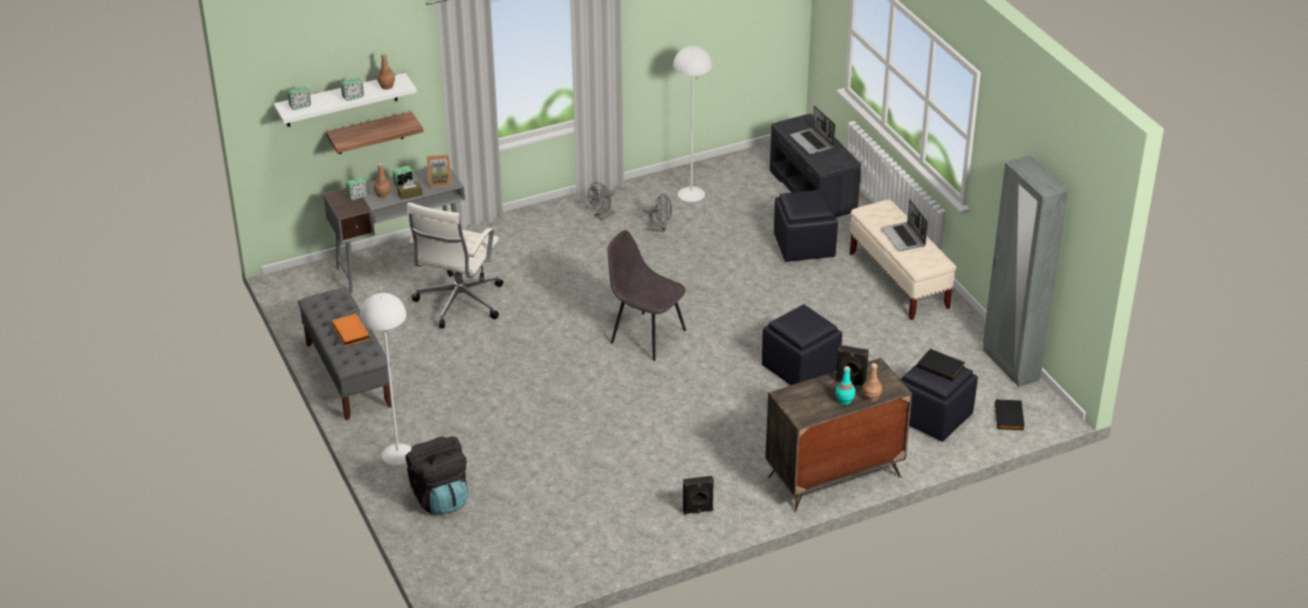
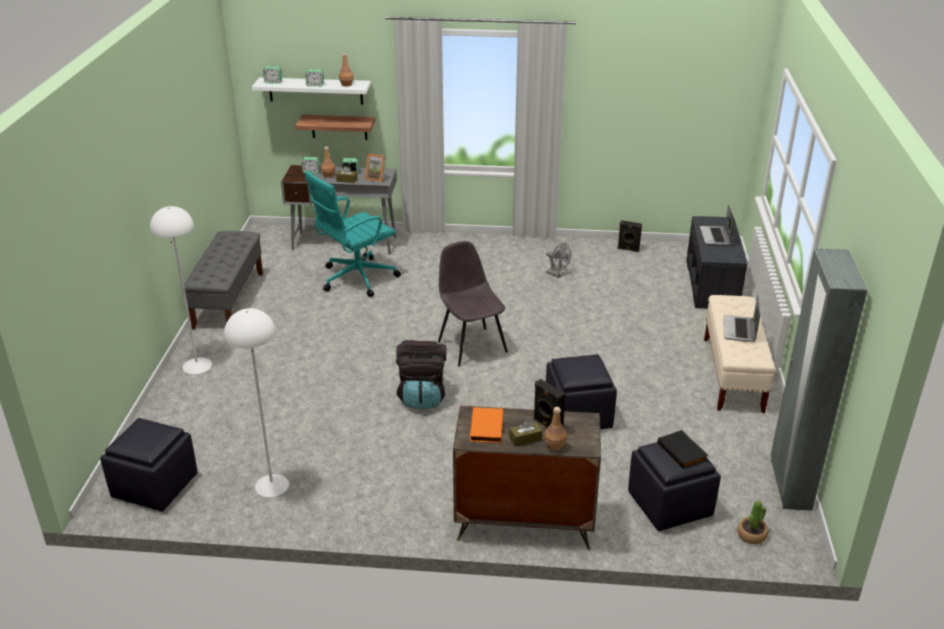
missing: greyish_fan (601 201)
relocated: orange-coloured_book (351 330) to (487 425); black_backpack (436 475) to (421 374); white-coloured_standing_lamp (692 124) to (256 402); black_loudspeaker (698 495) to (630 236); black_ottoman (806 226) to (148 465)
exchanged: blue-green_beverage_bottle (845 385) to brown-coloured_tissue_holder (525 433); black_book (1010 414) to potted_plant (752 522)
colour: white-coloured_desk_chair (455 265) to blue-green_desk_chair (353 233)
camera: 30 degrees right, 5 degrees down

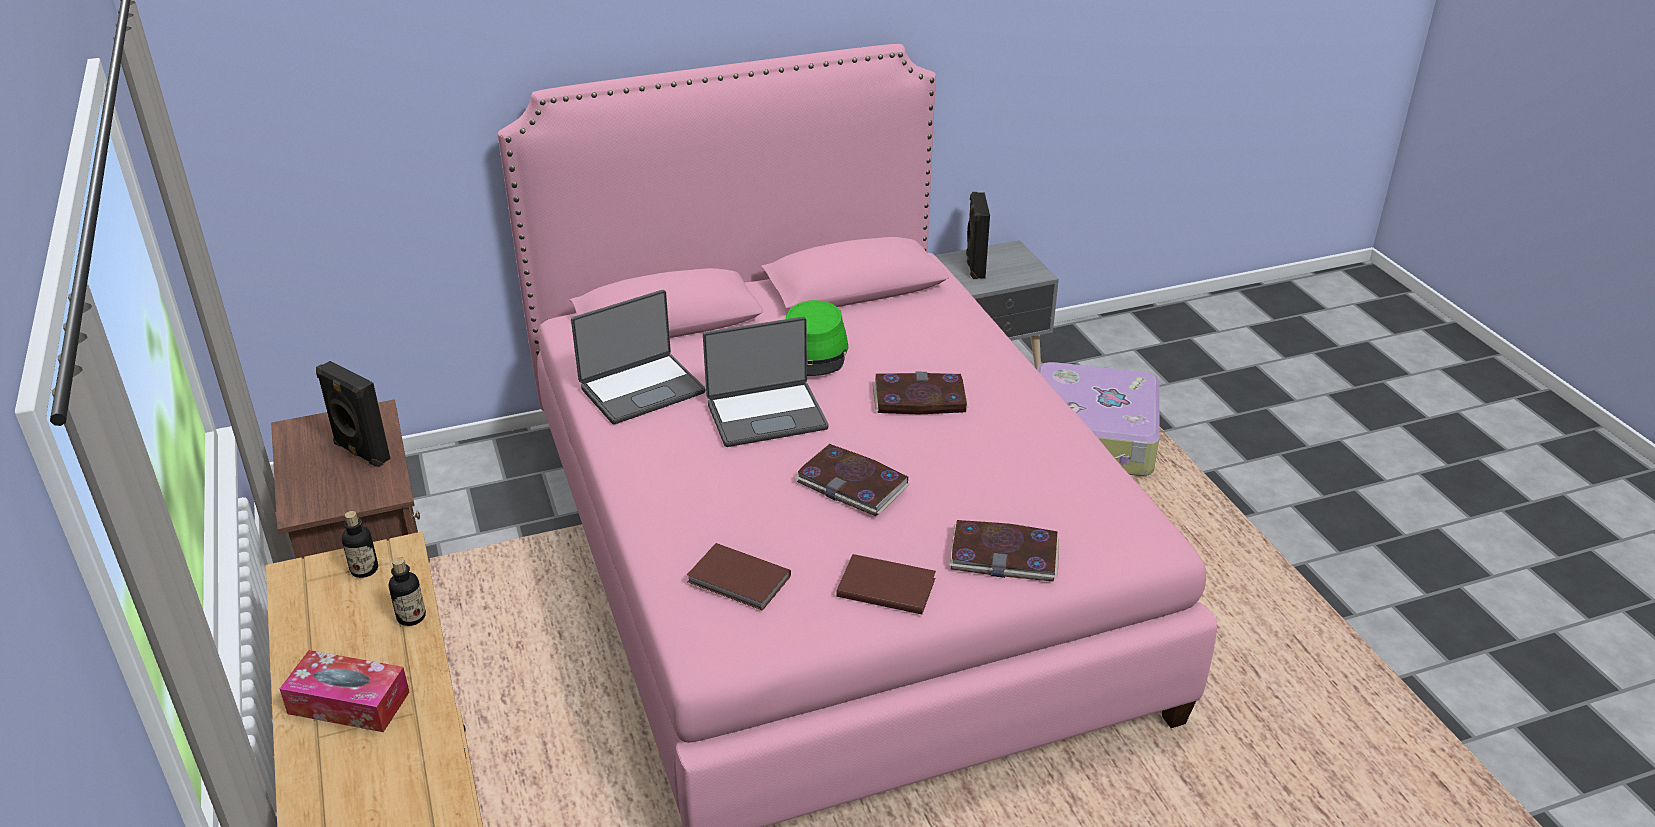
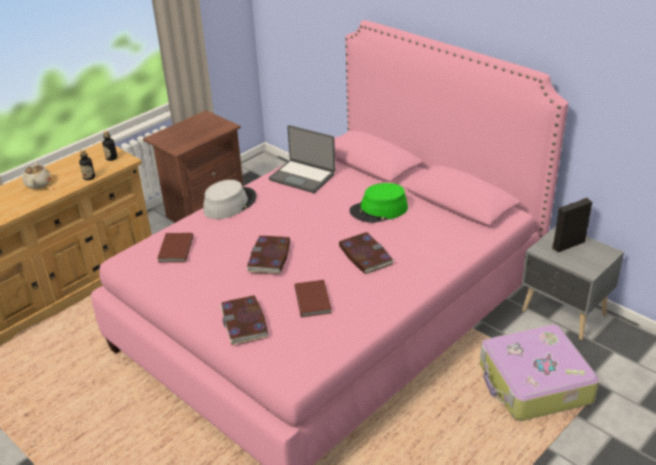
missing: black_loudspeaker (353 414); notebook_computer (766 382)
appeared: greyish_hat (229 199)
relocated: brown-coloured_book (886 584) to (313 298)
exchanged: tissue_holder (344 691) to beige-coloured_teapot (37 175)
camera: 65 degrees right, 0 degrees up

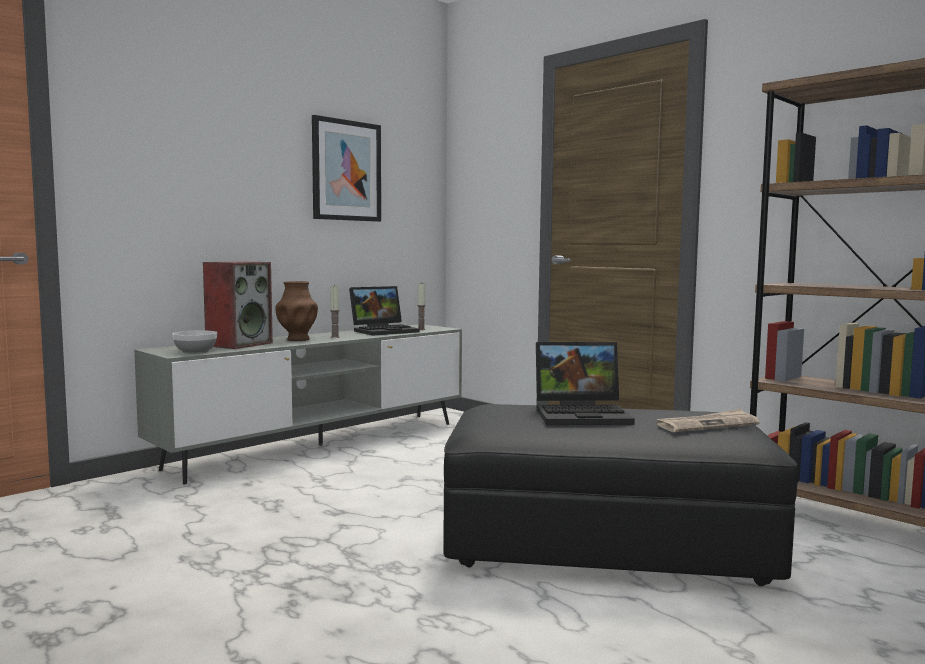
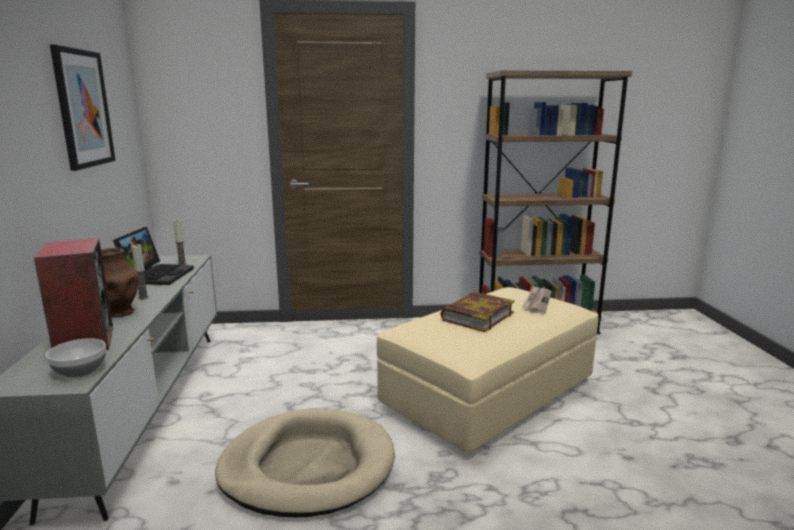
appeared: beige-coloured_pet_bed (305 463)
exchanged: notebook_computer (585 383) to book (477 312)
colour: black_ottoman (620 495) to beige-coloured_ottoman (487 369)
camera: 50 degrees left, 10 degrees up

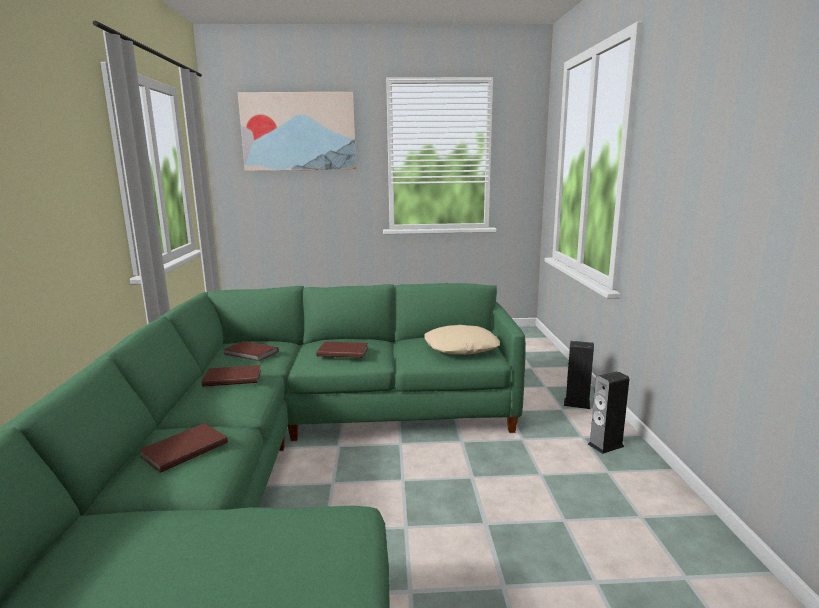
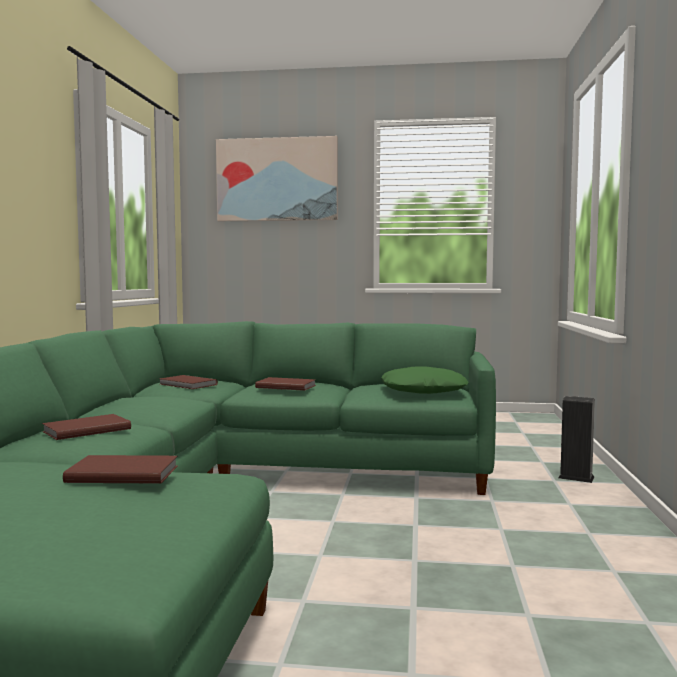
missing: loudspeaker (608 412)
relocated: brown-coloured_book (231 376) to (120 469)
colour: beige-coloured_throw_pillow (462 340) to green-coloured_throw_pillow (425 380)
camera: 10 degrees right, 10 degrees down

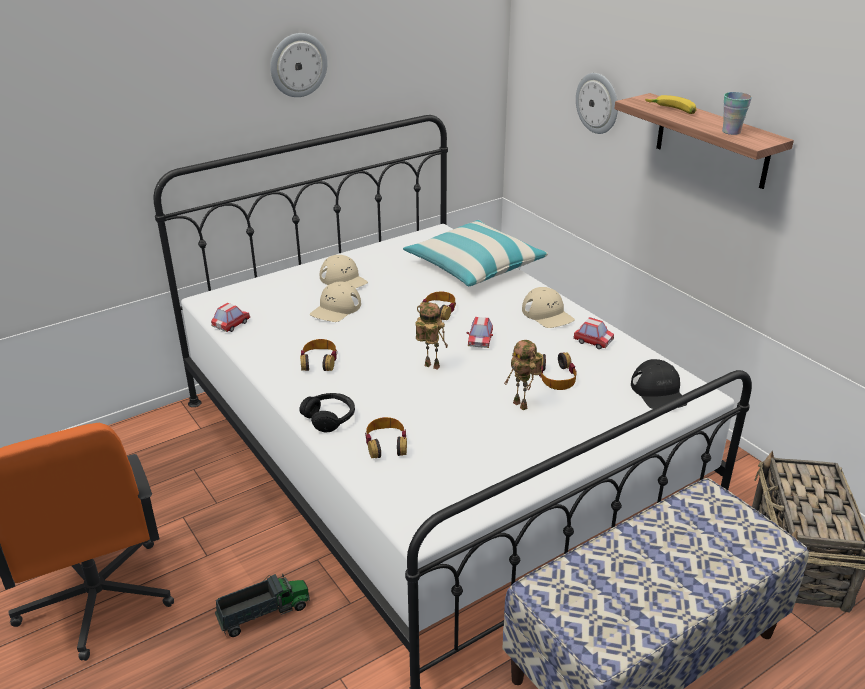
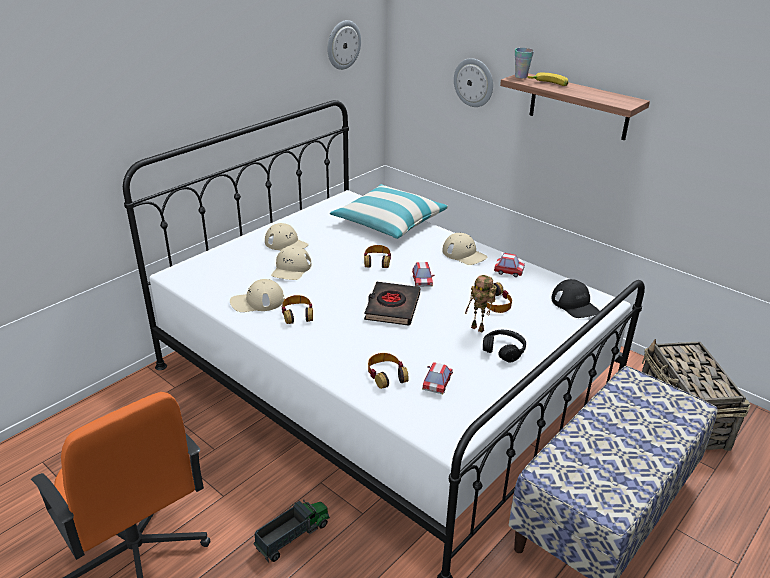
appeared: beige-coloured_cap (257 295)
relocated: miniature_car (230 317) to (437 378); hanging_clock (299 65) to (344 45); black_headset (327 412) to (504 346); small_cup (737 113) to (524 63)
exchanged: model_robot (431 336) to black_book (392 304)
camera: 15 degrees left, 0 degrees up

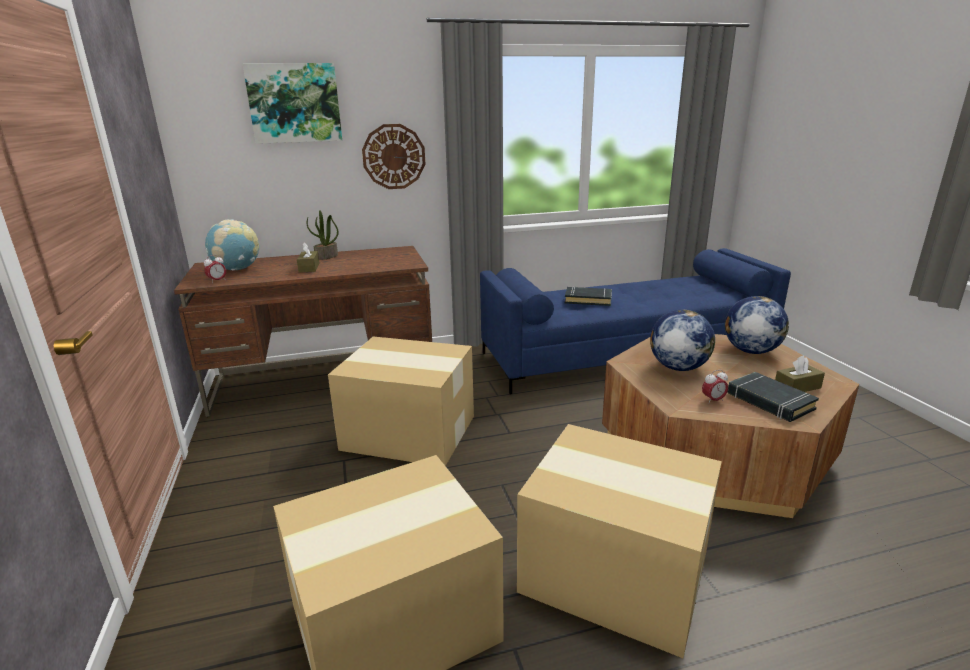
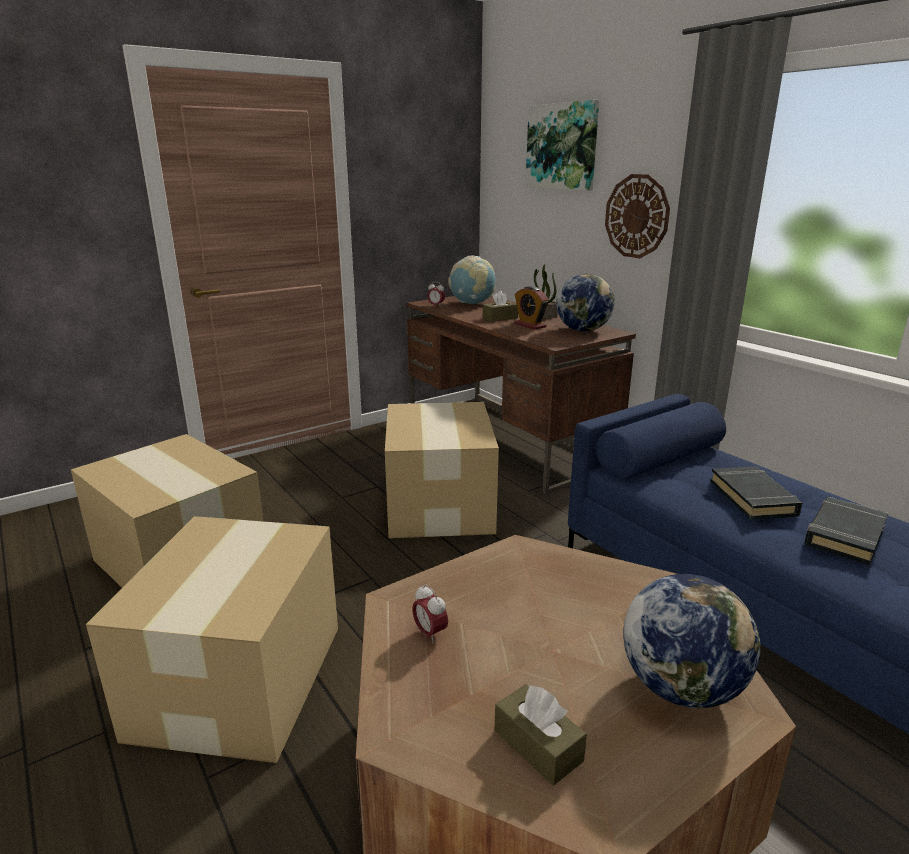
appeared: table_clock (531 307)
relocated: desk_globe (682 340) to (585 303); black_book (773 397) to (847 531)
camera: 70 degrees right, 0 degrees up

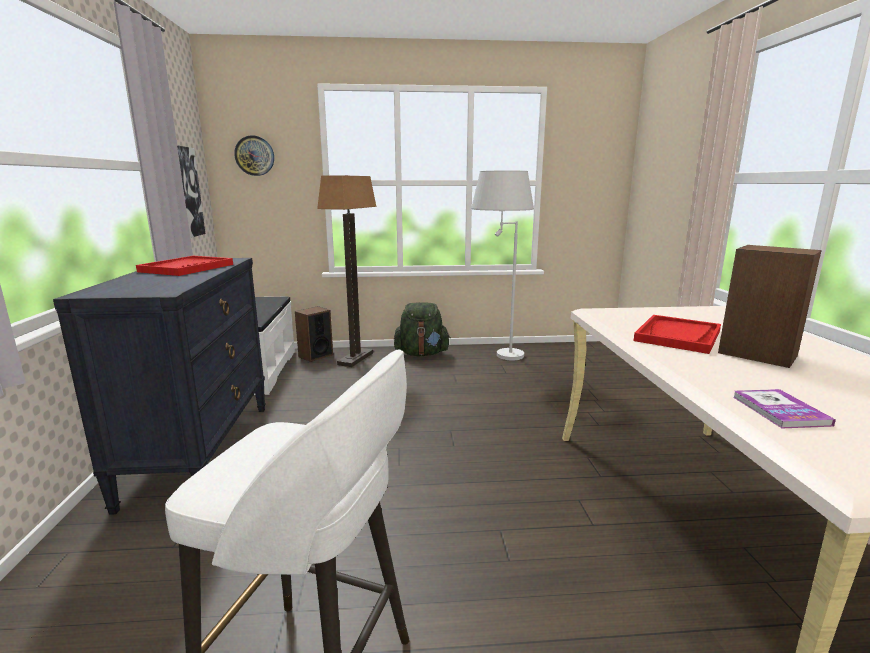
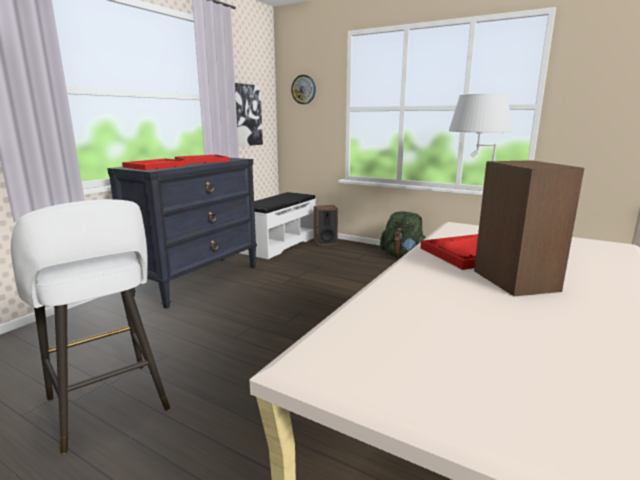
missing: standing_lamp (347 271); book (784 408)
appeared: red-coloured_tray (155 164)
camera: 35 degrees right, 0 degrees up

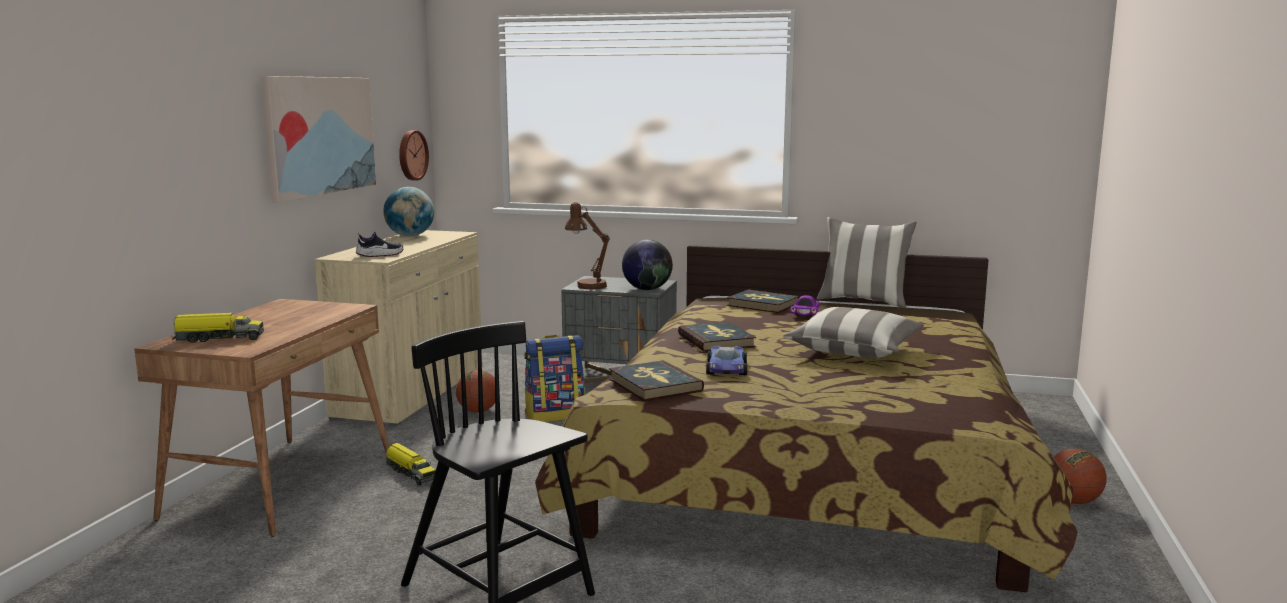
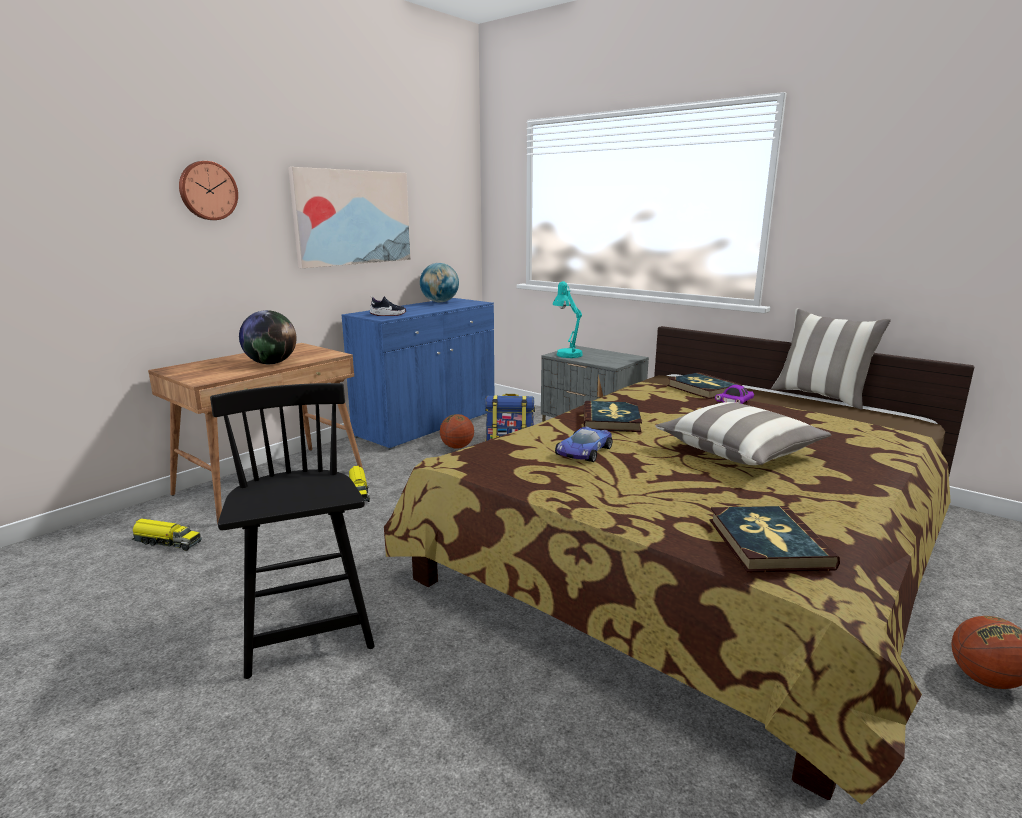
relocated: toy_lorry (217 328) to (167 534); hanging_clock (414 155) to (208 190); book (656 380) to (774 539); desk_globe (647 264) to (268 337)
colour: beige-coloured_cabinet (399 328) to blue_cabinet (417 374); brown-coloured_tabletop_lamp (587 245) to blue-green_tabletop_lamp (568 319)
camera: 25 degrees right, 5 degrees up

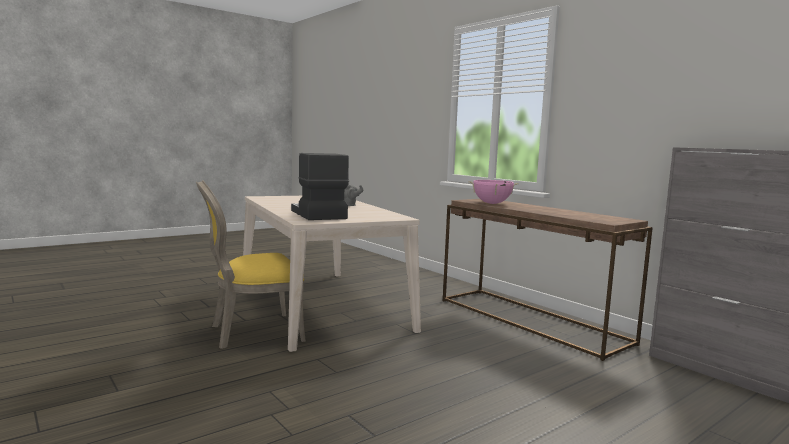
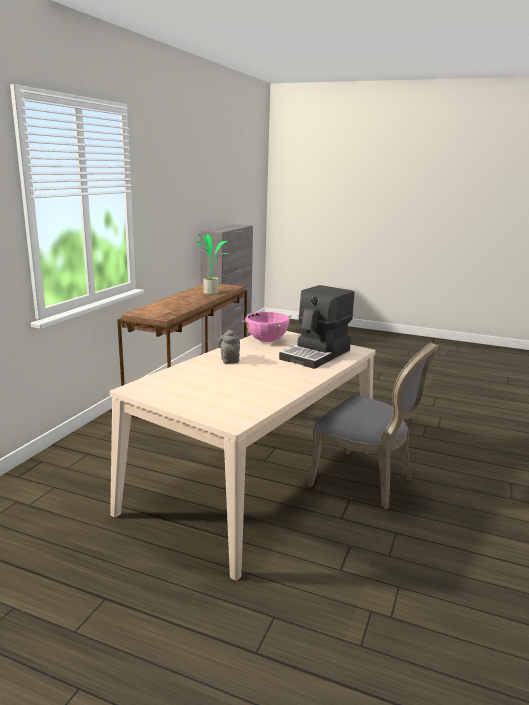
appeared: potted_plant (212 264)
relocated: pinkish_cooking_pot (494 192) to (267 327)
colour: yellow_upright_chair (251 264) to greyish_upright_chair (373 425)
camera: 120 degrees left, 10 degrees up

